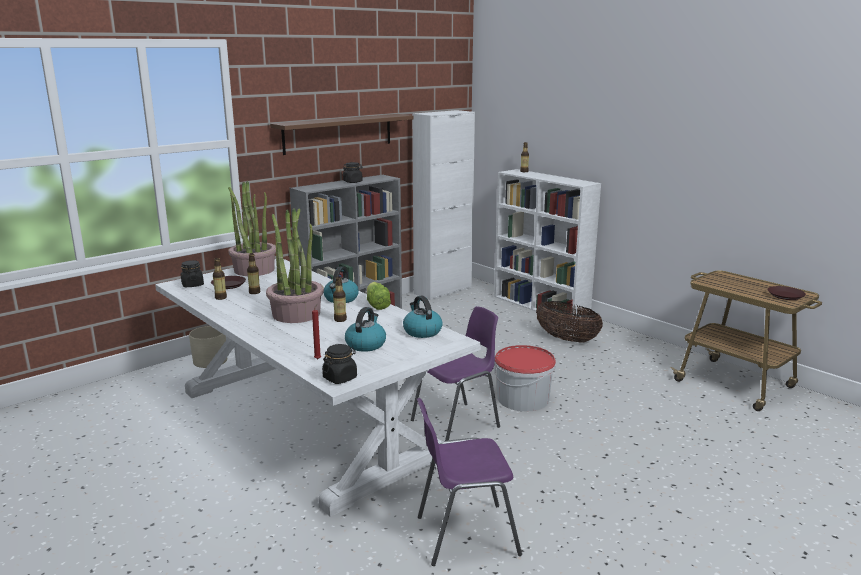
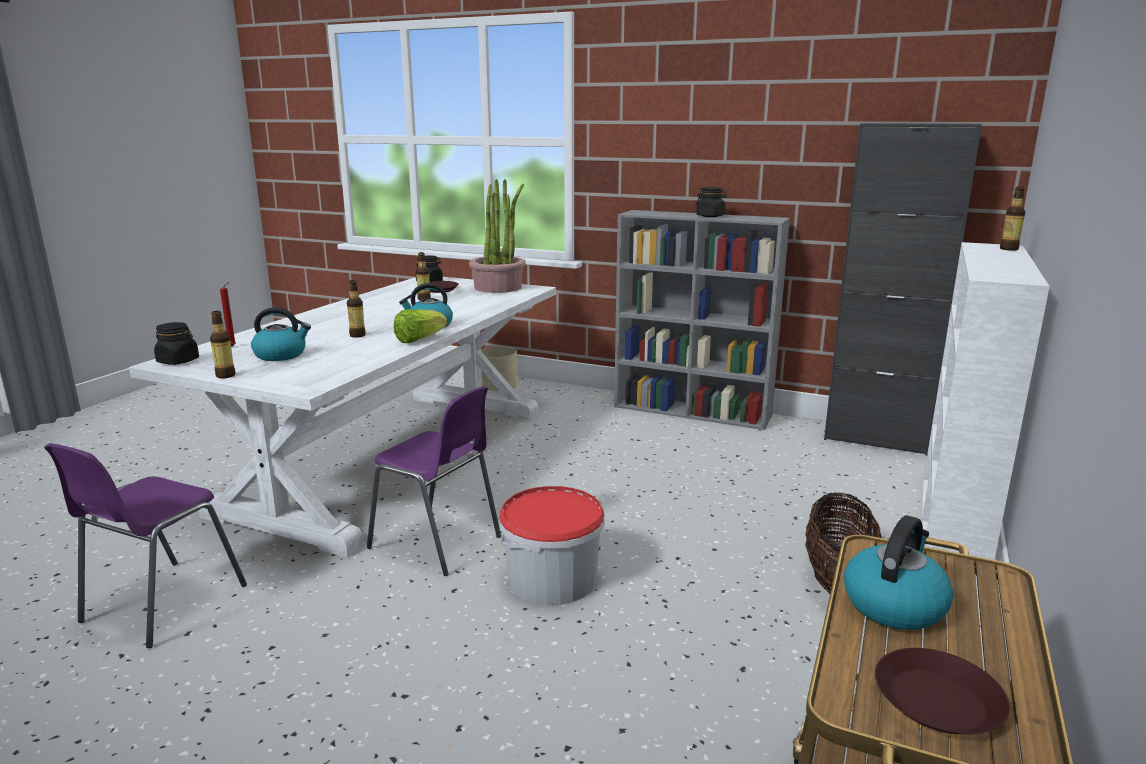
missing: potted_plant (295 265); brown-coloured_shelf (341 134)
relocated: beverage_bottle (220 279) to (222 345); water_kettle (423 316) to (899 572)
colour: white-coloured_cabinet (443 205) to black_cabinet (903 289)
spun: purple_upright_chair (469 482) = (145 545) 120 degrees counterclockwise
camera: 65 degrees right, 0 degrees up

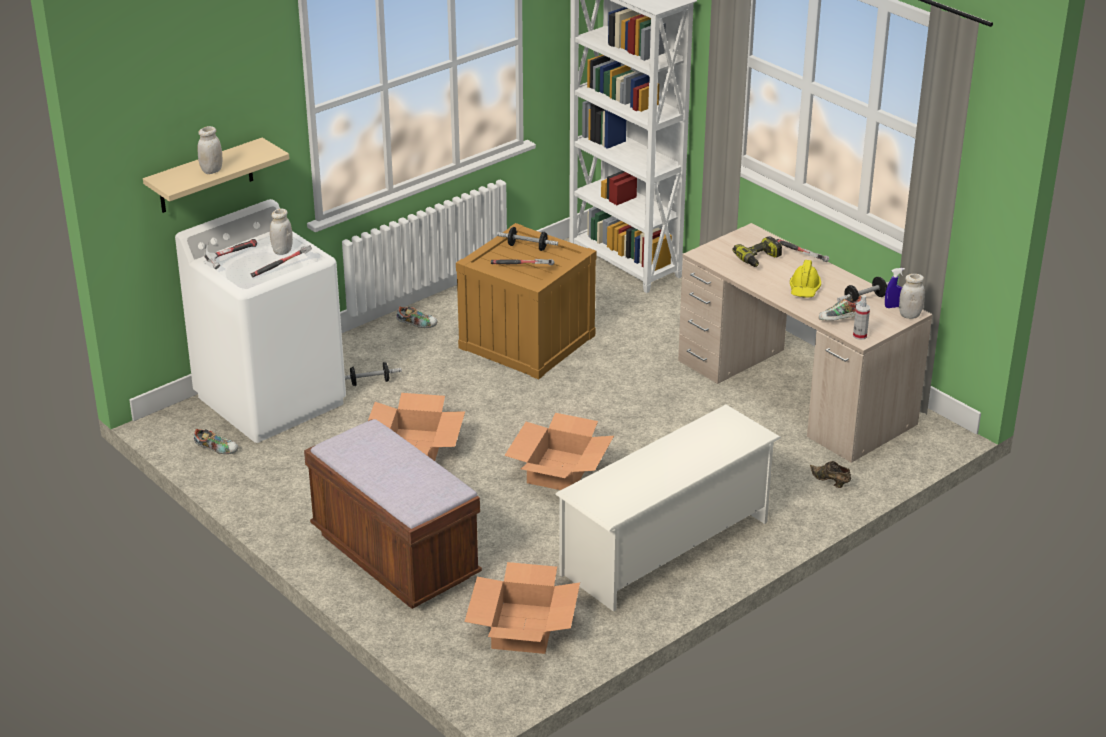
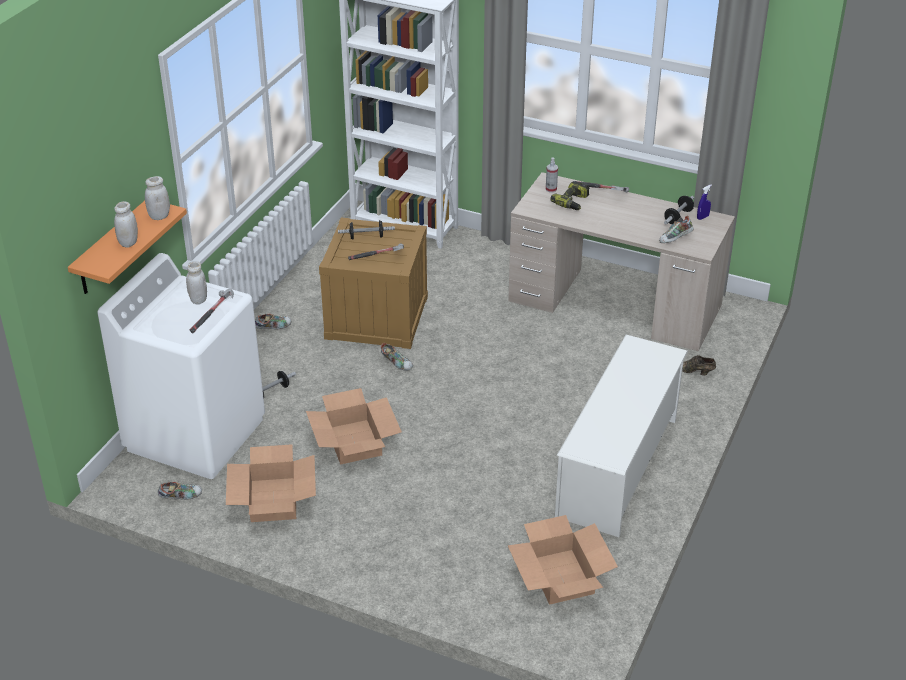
missing: tool_hammer (230 254); brown-coloured_bench (393 514); yellow_work_helmet (805 278)
appeared: item_of_footwear (397 357)
relocated: carton (559 451) to (271 483); sprayer (861 317) to (552 175); white-coloured_jar (912 296) to (157 198)
colour: beige-coloured_shelf (216 175) to orange-coloured_shelf (127 247)
camera: 25 degrees left, 5 degrees up

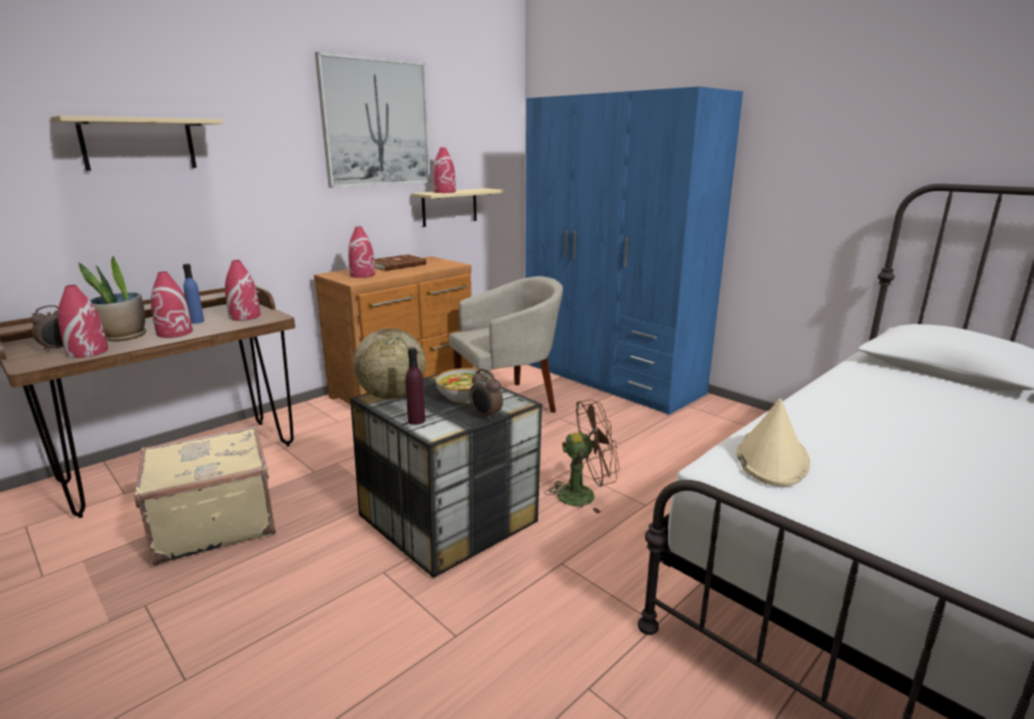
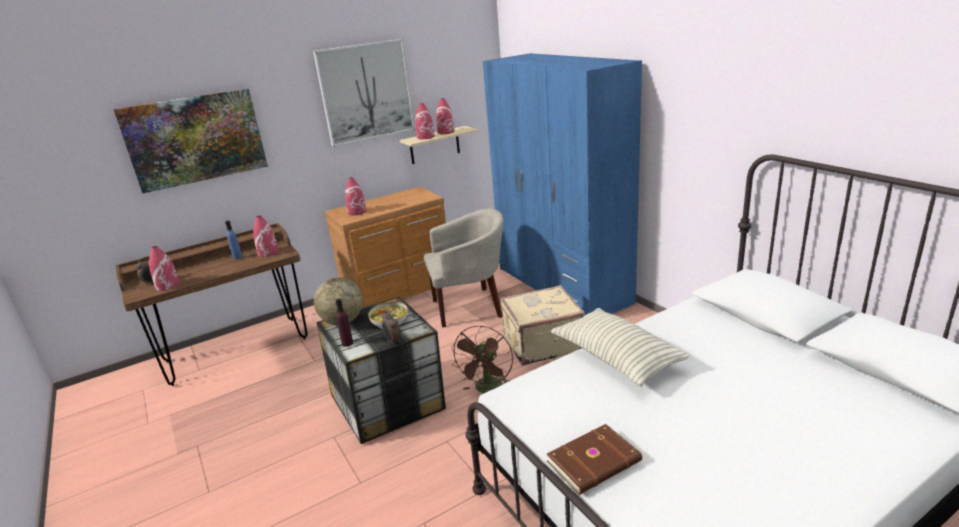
missing: potted_plant (112 298); beige-coloured_hat (773 442)
appeared: throw_pillow (620 347)
relocated: beige-coloured_piece_of_luggage (205 496) to (542 325); red-coloured_vase (172 304) to (445 116); brown-coloured_book (400 262) to (594 459)
exchanged: beige-coloured_shelf (136 143) to picture (190 141)
spun: brown-coloured_fan (582 456) = (482 359) 105 degrees clockwise
camera: 15 degrees right, 5 degrees up

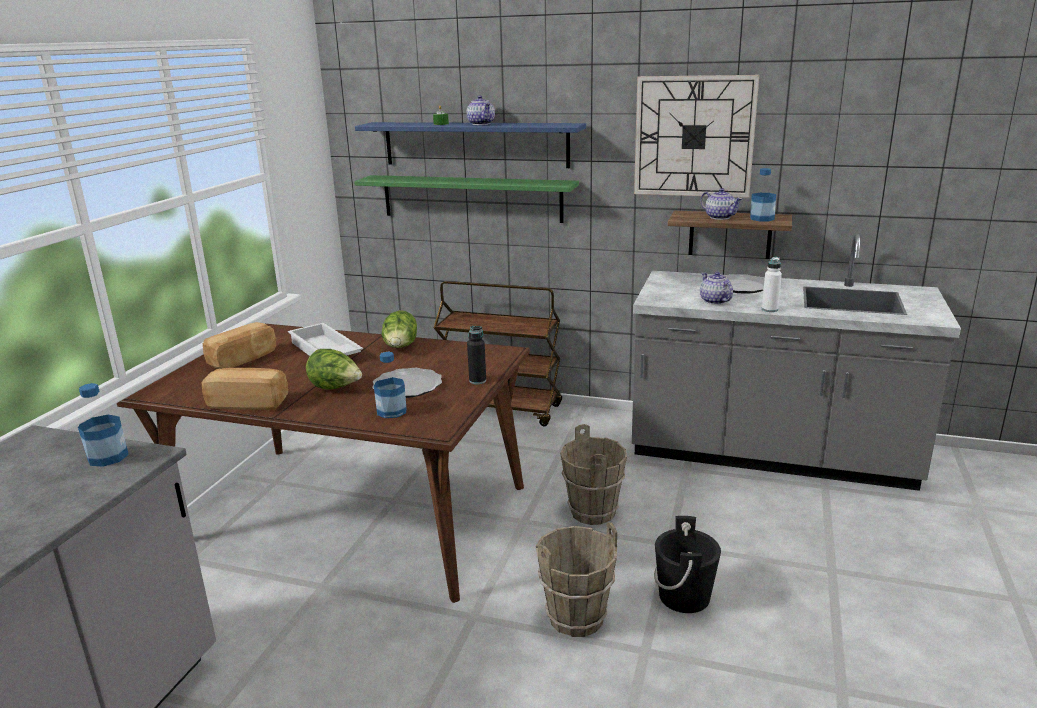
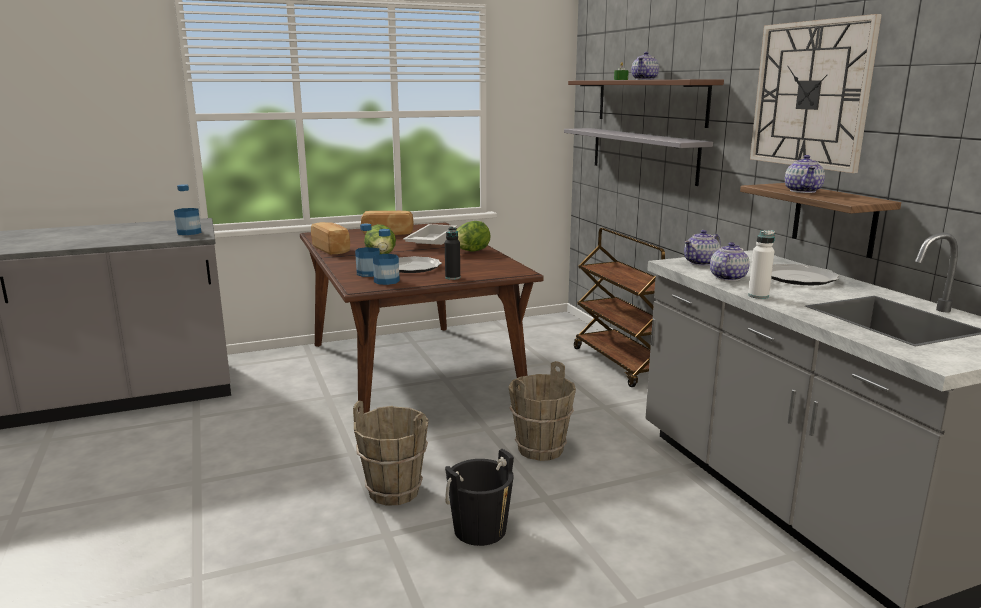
appeared: teapot (702 248)
relocated: beverage_bottle (763 194) to (386 257)
colour: green-coloured_shelf (466 199) to greyish_shelf (638 157); blue_shelf (470 145) to brown-coloured_shelf (646 104)
camera: 50 degrees right, 5 degrees down

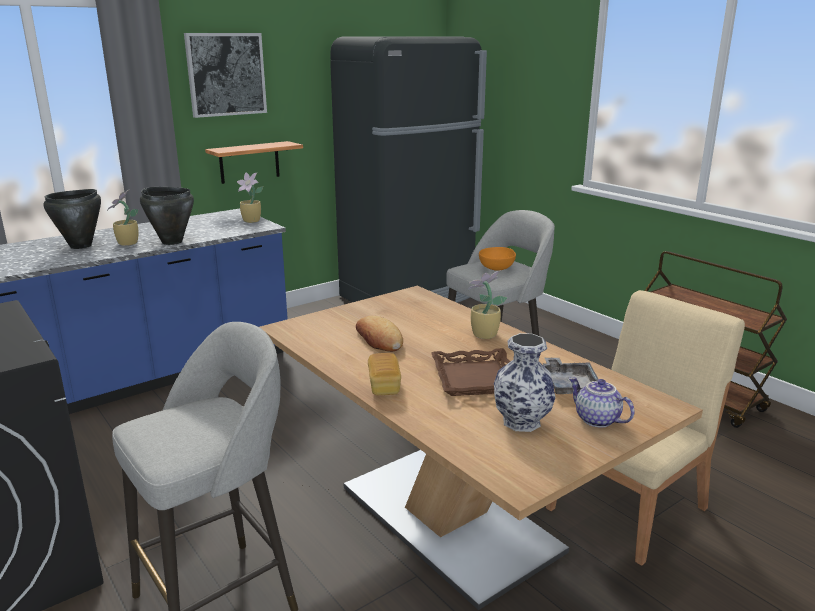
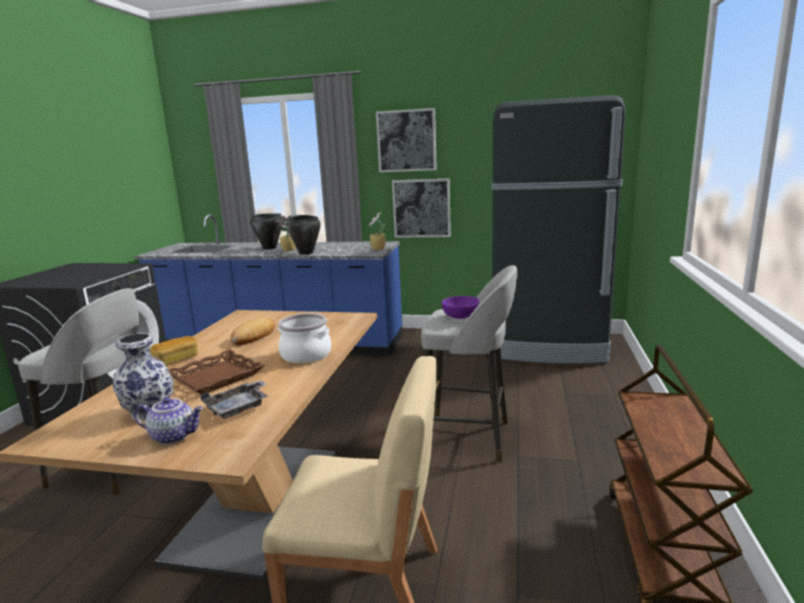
exchanged: shelf (254 162) to picture (421 208); potted_plant (487 304) to cooking_pot (304 338)
colour: orange-coloured_deep_dish (497 259) to purple_deep_dish (460 307)
spun: teapot (602 402) = (168 420) 90 degrees clockwise
camera: 50 degrees right, 5 degrees down

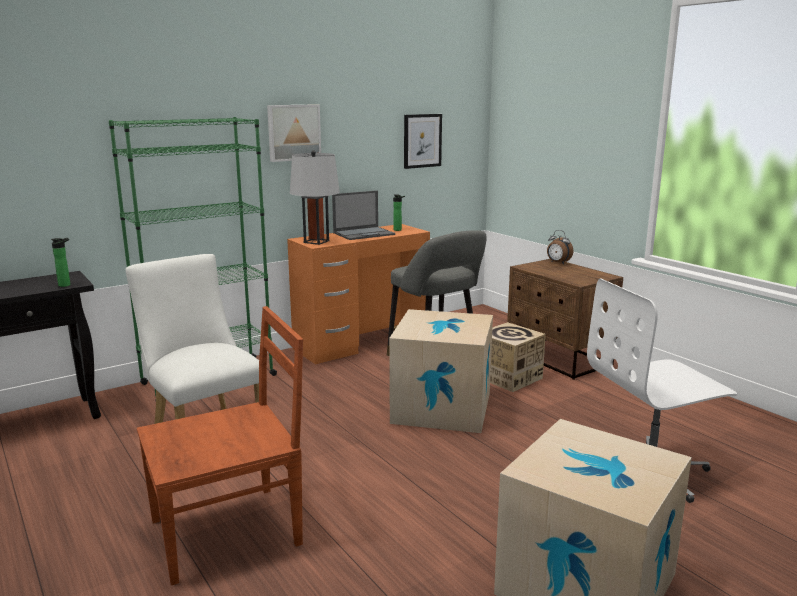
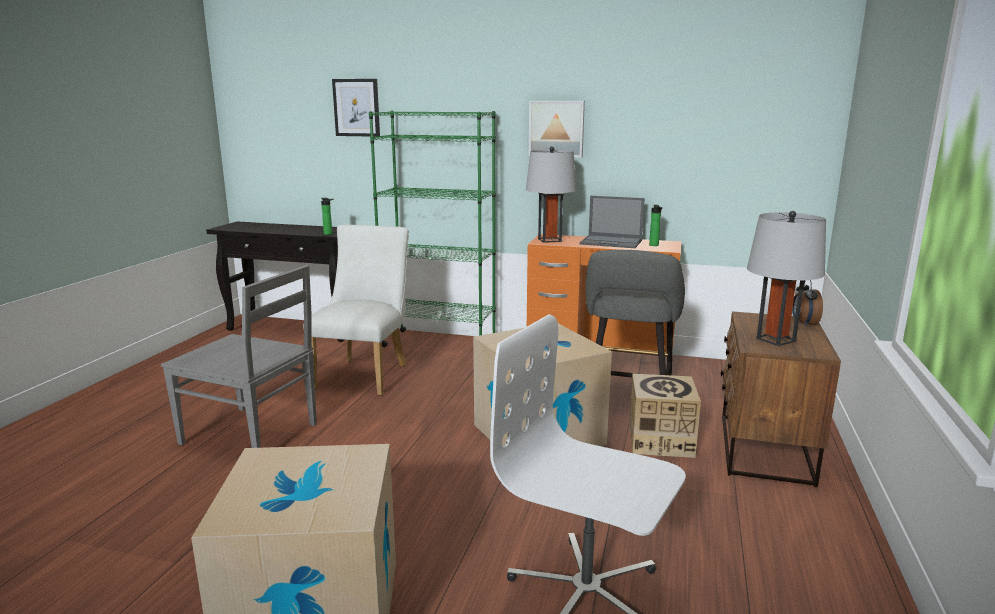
appeared: greyish_tabletop_lamp (786 278)
relocated: picture (423 141) to (356 108)
colour: brown-coloured_upright_chair (220 445) to greyish_upright_chair (239 356)
camera: 50 degrees right, 0 degrees up

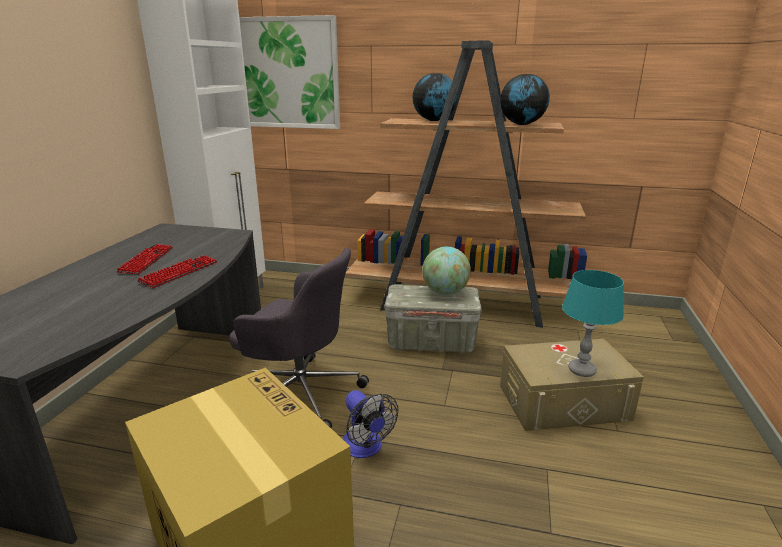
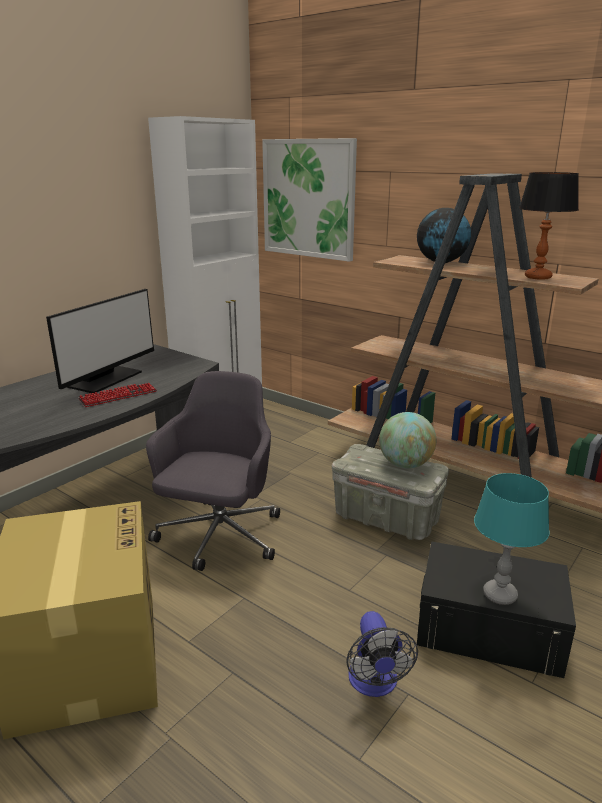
relocated: fan (370 424) to (382 654)
exchanged: PC_keyboard (144 259) to monitor (100 341); desk_globe (525 99) to tabletop_lamp (549 226)
colour: beige-coloured_storage_box (572 385) to black_storage_box (496 609)
spun: greyish_desk_chair (299 338) = (213 471) 120 degrees counterclockwise
camera: 25 degrees right, 0 degrees up

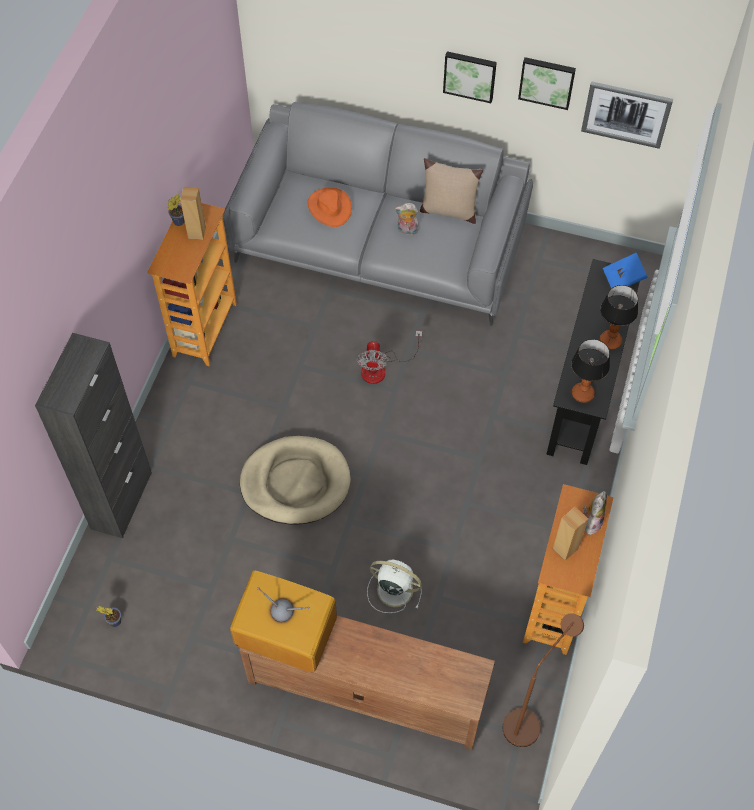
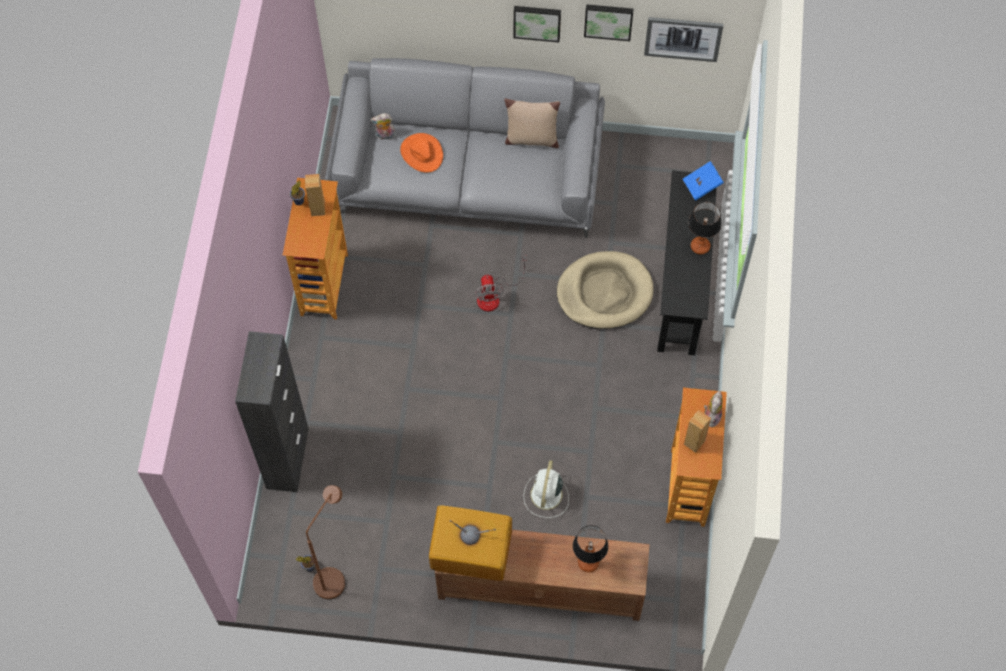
relocated: beige-coloured_pet_bed (295 480) to (605 290); cuddly_toy (406 219) to (383 126); brown-coloured_standing_lamp (543 680) to (325 542); tabletop_lamp (590 371) to (590 548)
spun: white-coloured_fan (394 586) = (546 489) 90 degrees counterclockwise
camera: 10 degrees left, 5 degrees up

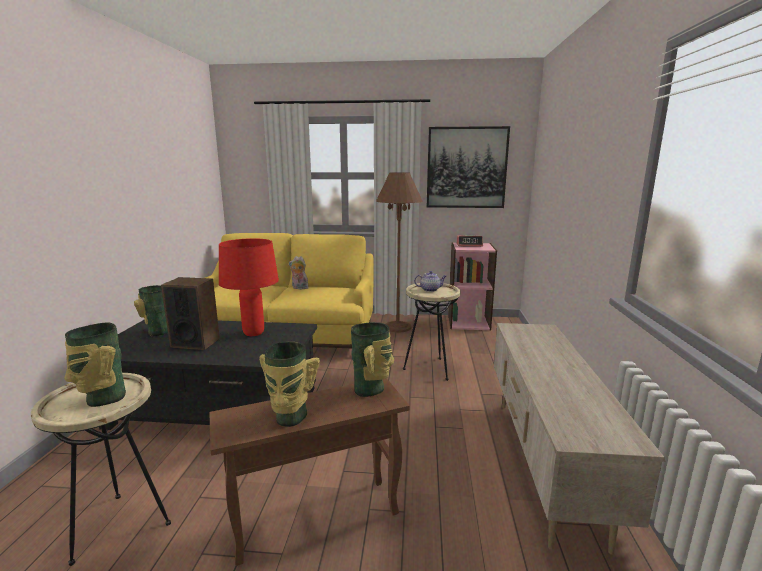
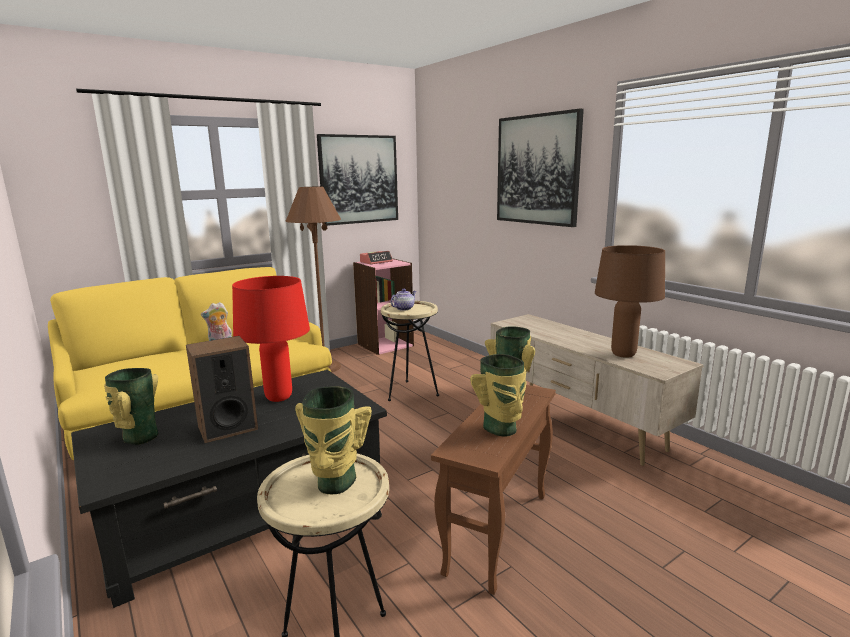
appeared: picture (540 168); brown-coloured_tabletop_lamp (630 301)
camera: 40 degrees left, 0 degrees up

